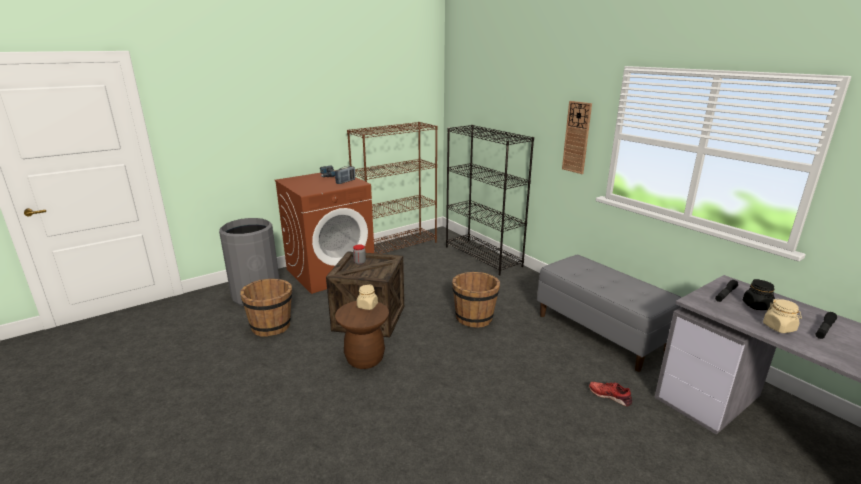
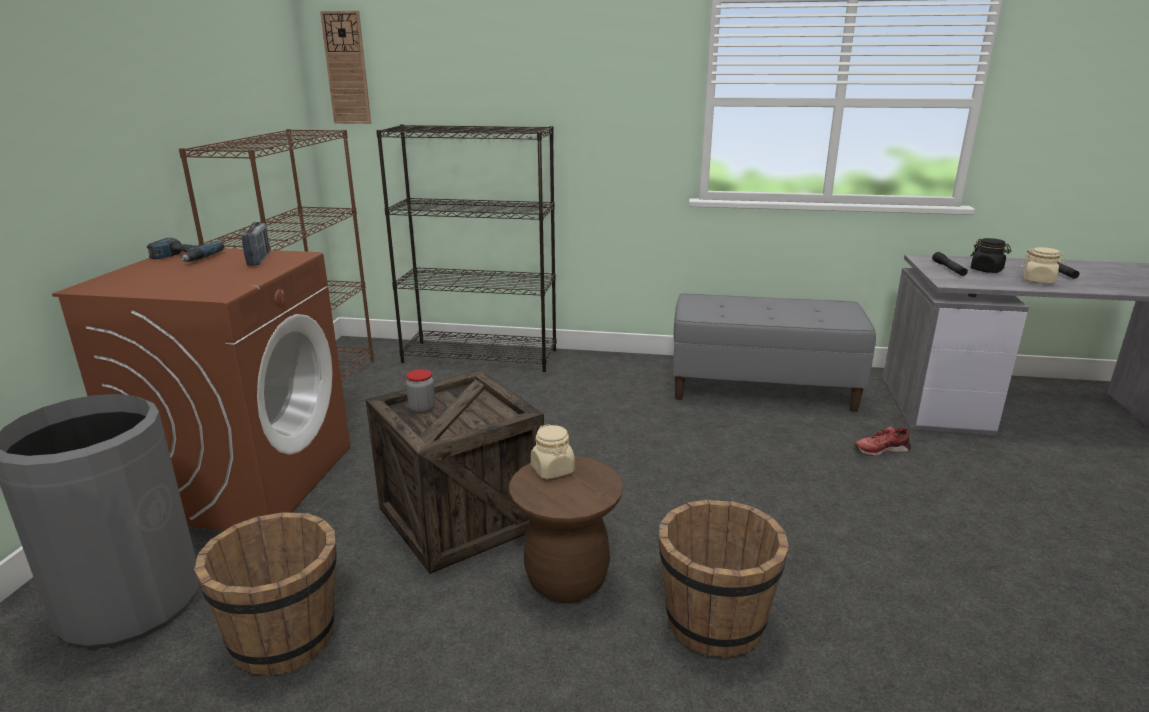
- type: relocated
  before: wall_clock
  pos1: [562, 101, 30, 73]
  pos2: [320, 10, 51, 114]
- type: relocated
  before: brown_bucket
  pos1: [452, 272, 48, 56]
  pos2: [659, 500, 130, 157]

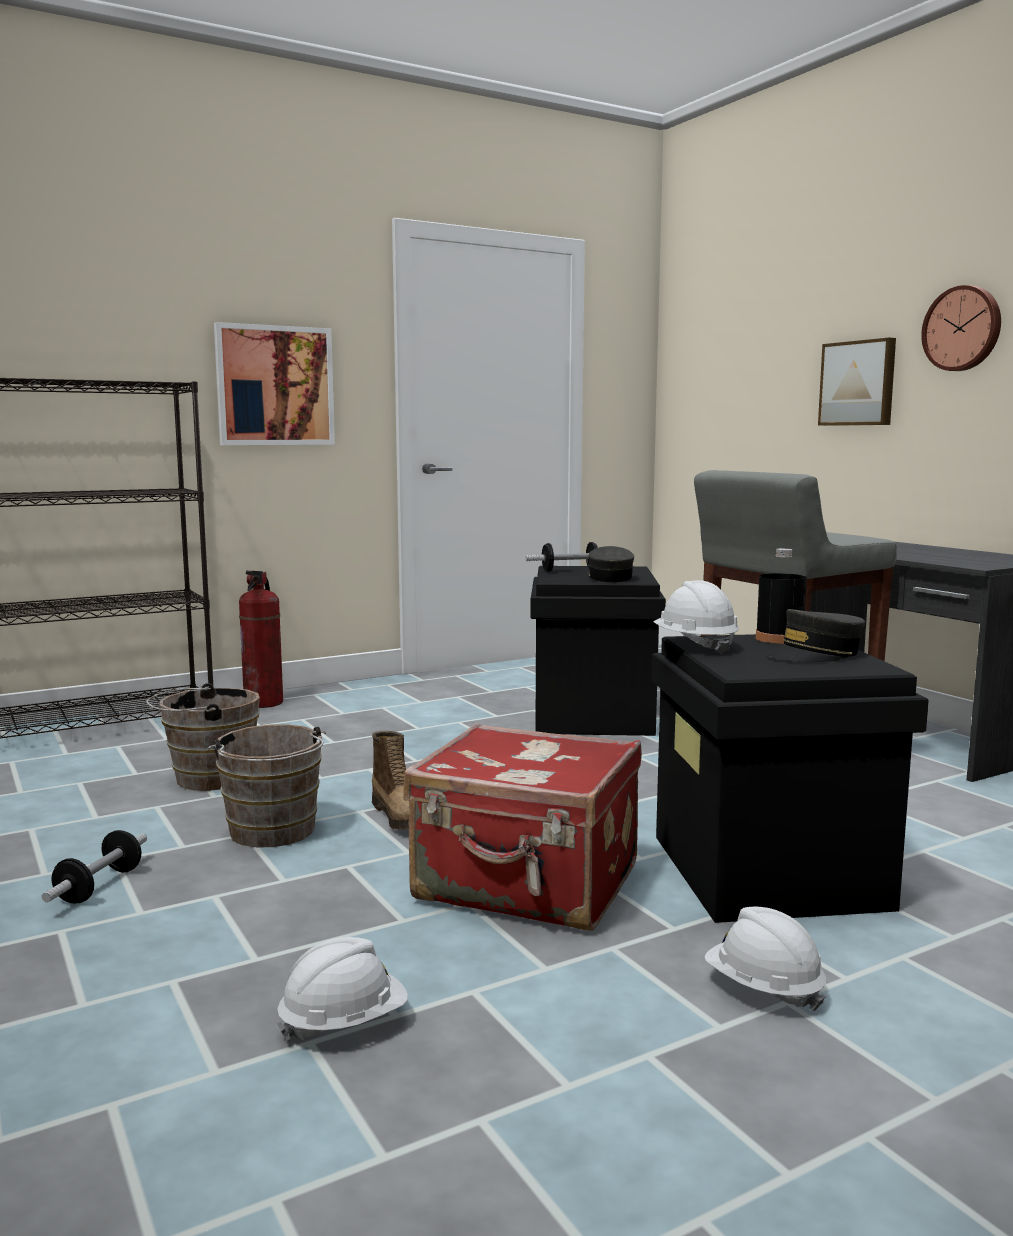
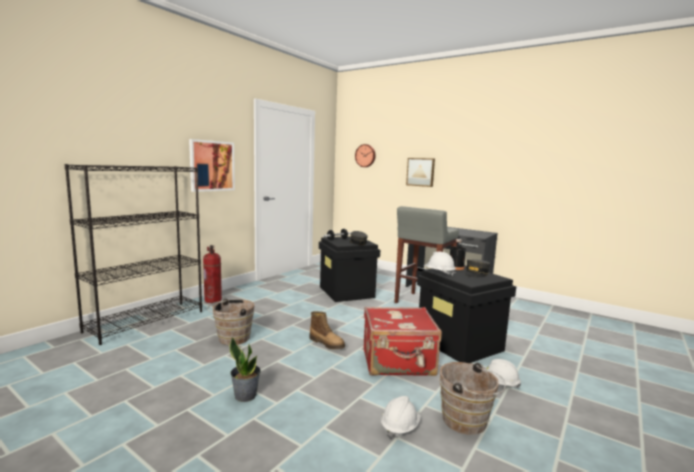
- type: relocated
  before: wall_clock
  pos1: [921, 285, 80, 86]
  pos2: [355, 144, 21, 23]
- type: relocated
  before: brown_bucket
  pos1: [208, 724, 118, 124]
  pos2: [439, 362, 67, 73]
- type: exchanged
  before: dumbbell
  after: plant_in_a_pot
  pos1: [42, 830, 105, 73]
  pos2: [229, 337, 32, 65]

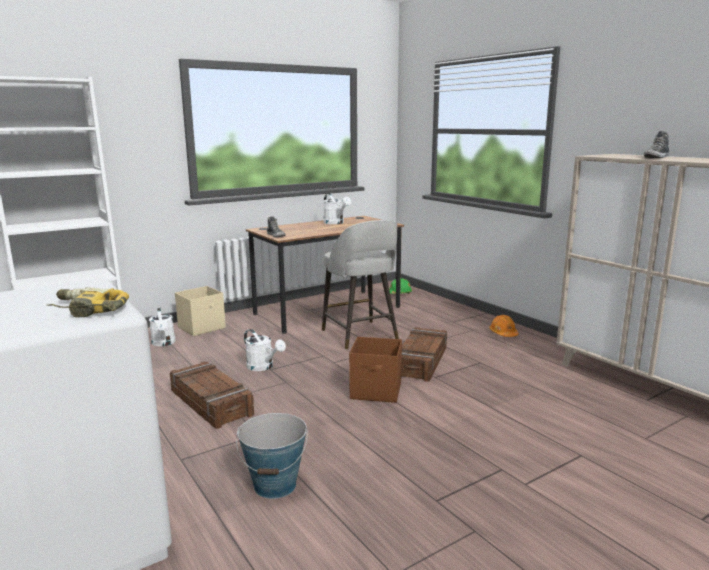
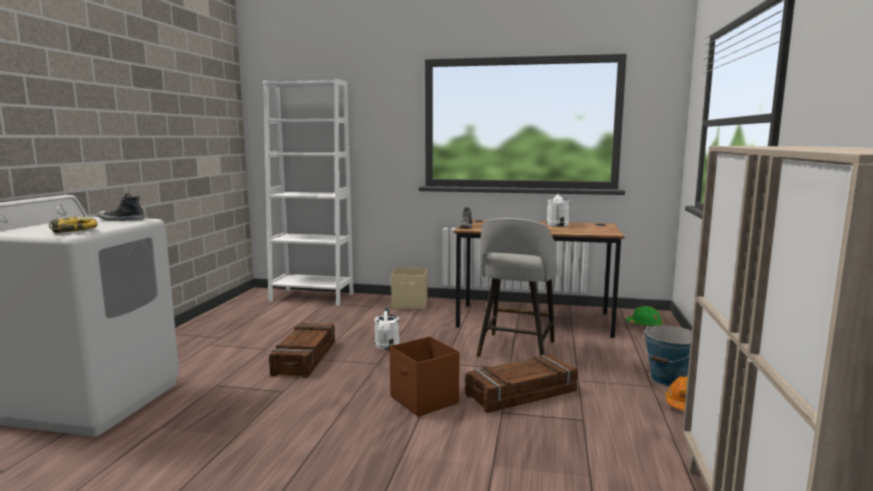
- type: relocated
  before: low_shoe
  pos1: [644, 131, 25, 27]
  pos2: [97, 193, 47, 28]
- type: missing
  before: white_watering_can
  pos1: [149, 308, 27, 38]
- type: relocated
  before: bucket
  pos1: [236, 413, 72, 86]
  pos2: [642, 326, 50, 60]

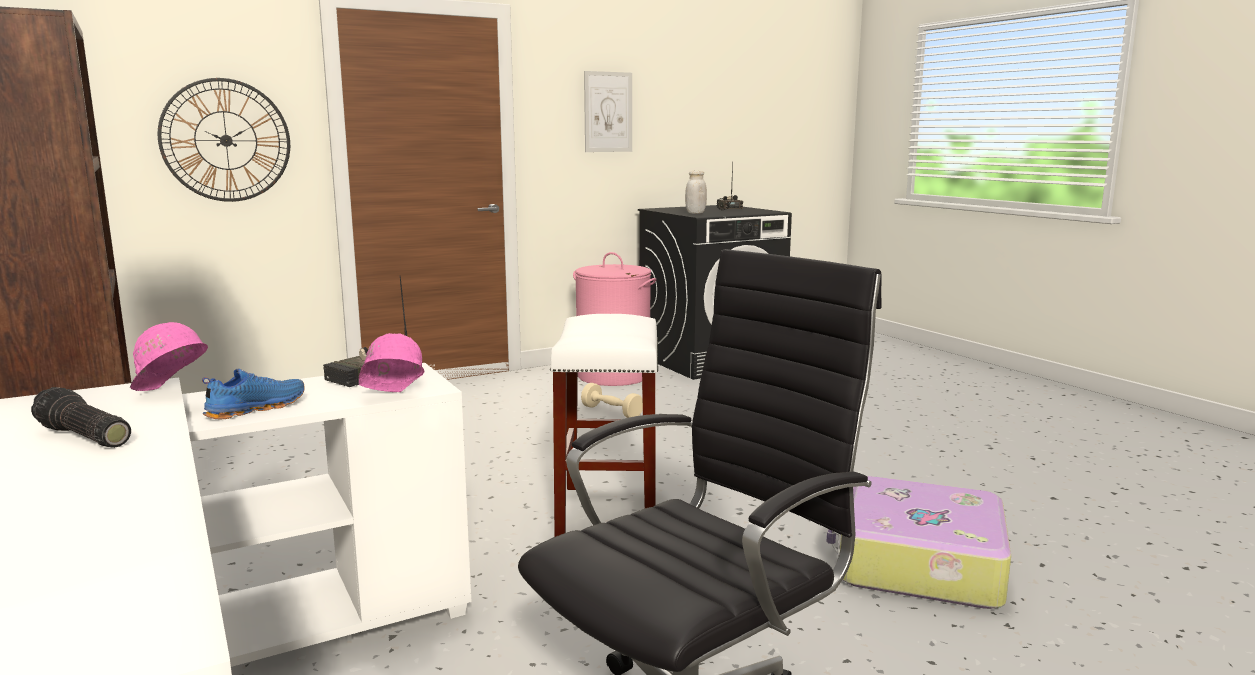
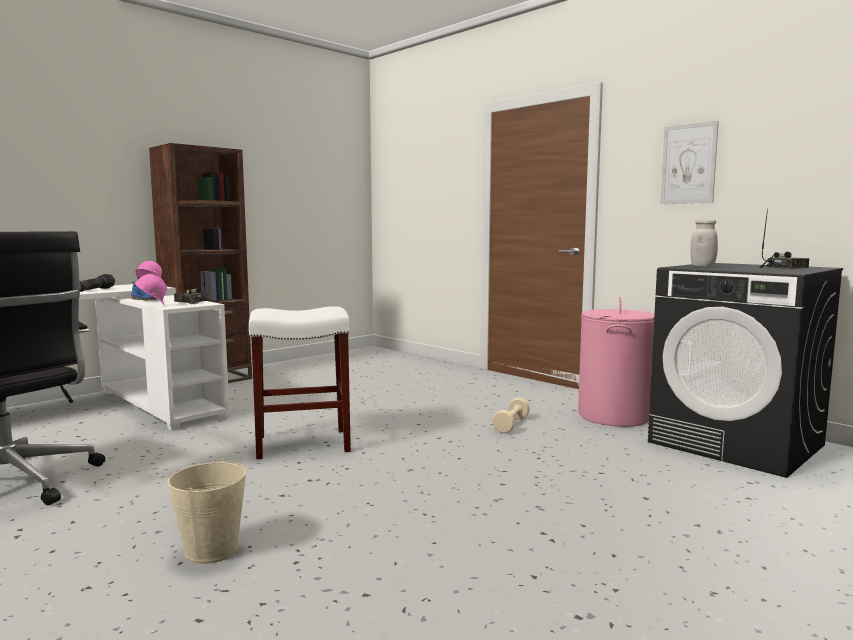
- type: missing
  before: wall_clock
  pos1: [158, 78, 132, 124]
- type: exchanged
  before: piece_of_luggage
  after: beige_bucket
  pos1: [827, 476, 184, 133]
  pos2: [167, 458, 80, 106]

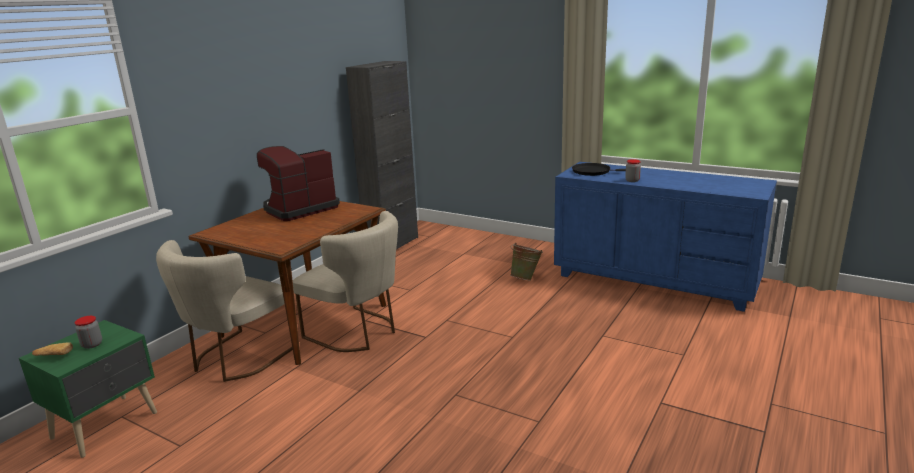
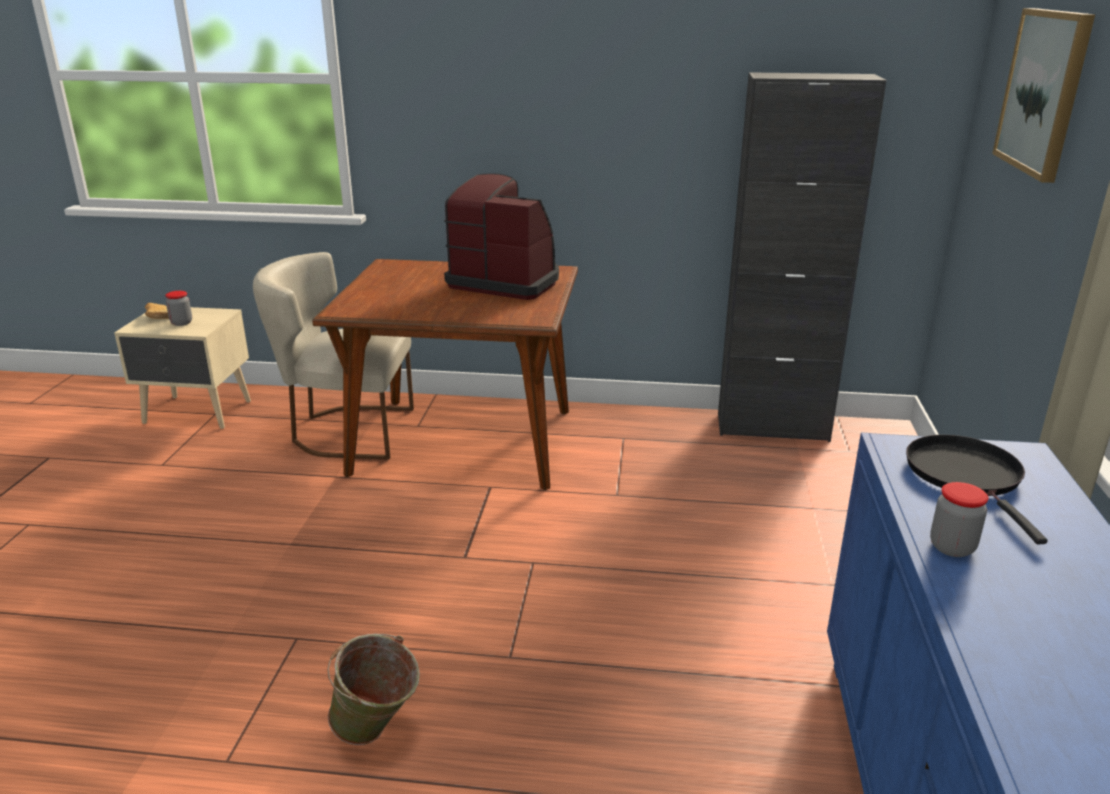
- type: missing
  before: beige_upright_chair
  pos1: [292, 211, 106, 141]
- type: relocated
  before: green_bucket
  pos1: [510, 243, 33, 38]
  pos2: [327, 634, 93, 111]
- type: colour
  before: green_nightstand
  after: beige_nightstand
  pos1: [19, 320, 138, 138]
  pos2: [114, 307, 137, 122]
- type: appeared
  after: picture
  pos2: [992, 8, 103, 175]

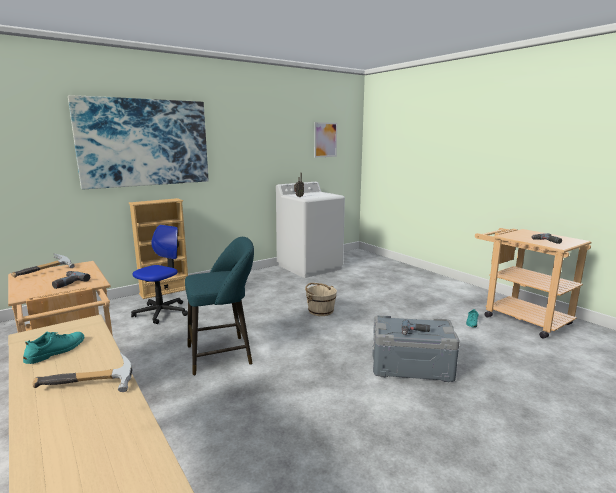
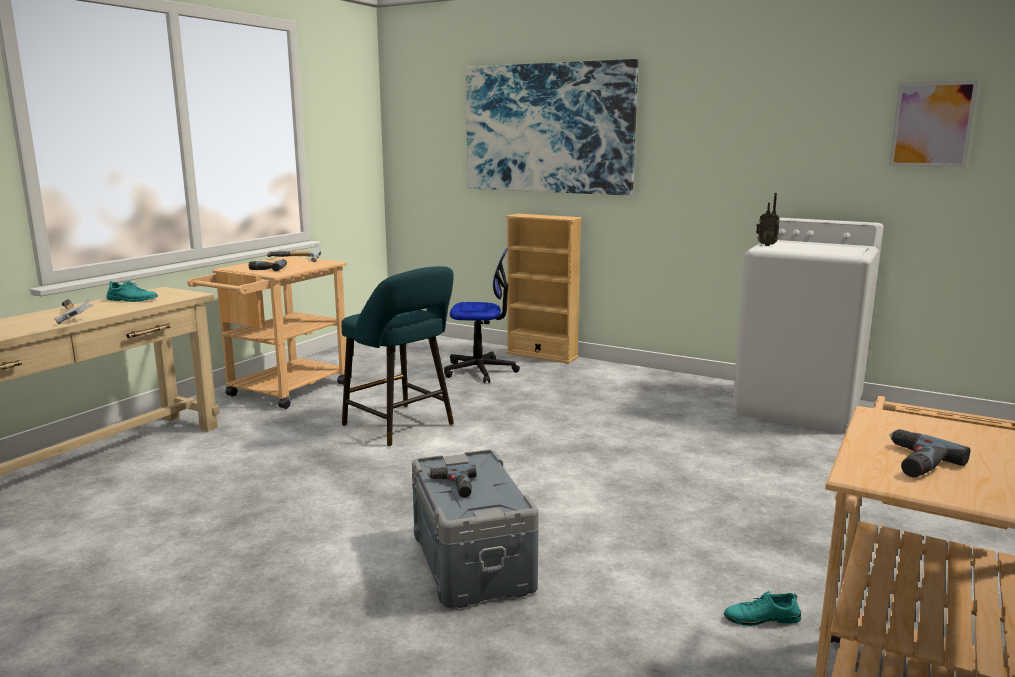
- type: missing
  before: beige_bucket
  pos1: [305, 283, 32, 33]

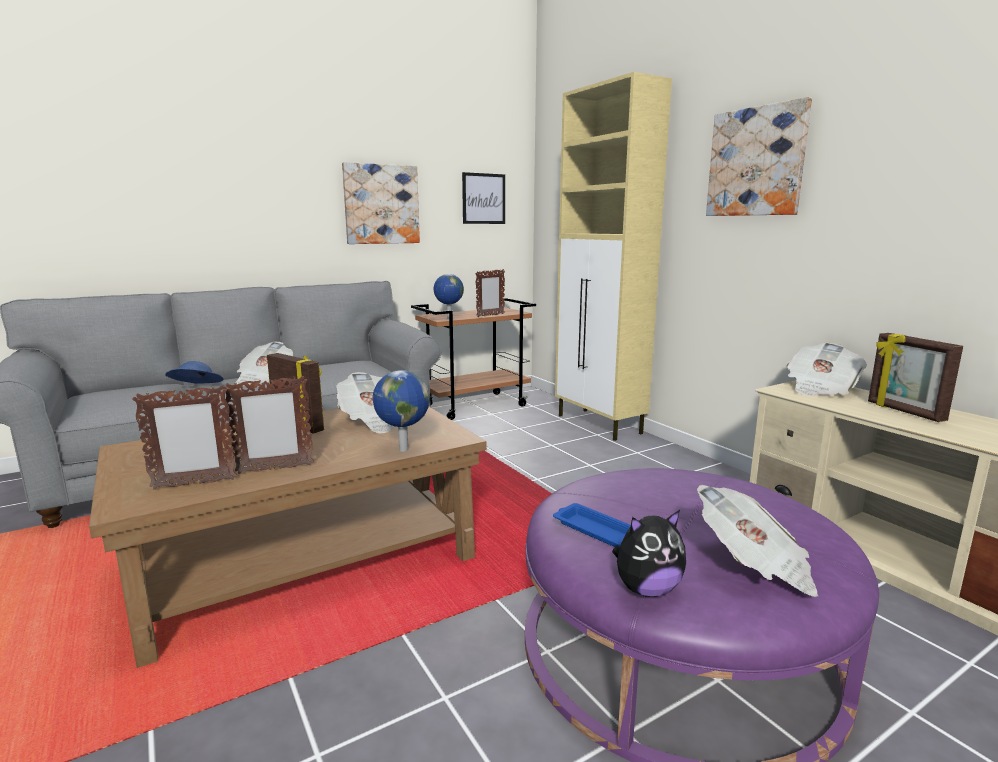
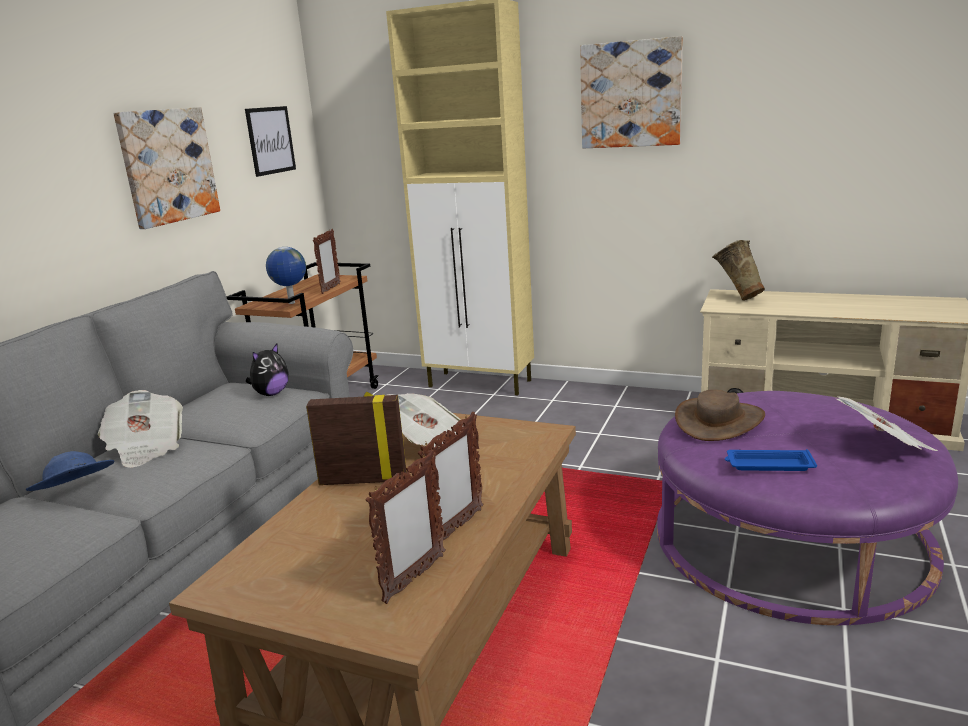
- type: missing
  before: photo_frame
  pos1: [868, 333, 95, 89]
- type: exchanged
  before: printed_paper
  after: beige_flower_vase
  pos1: [787, 342, 80, 54]
  pos2: [712, 240, 53, 61]
- type: missing
  before: desk_globe
  pos1: [373, 370, 57, 82]
- type: relocated
  before: soft_toy
  pos1: [612, 510, 74, 87]
  pos2: [246, 344, 42, 52]
- type: appeared
  after: brown_wearable_hat
  pos2: [675, 389, 90, 52]

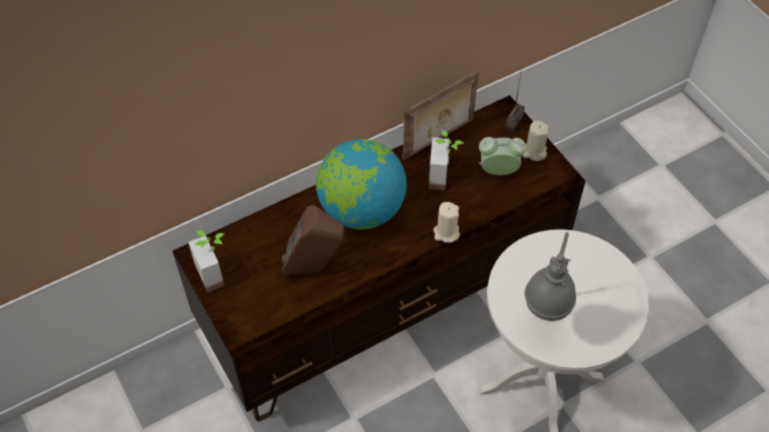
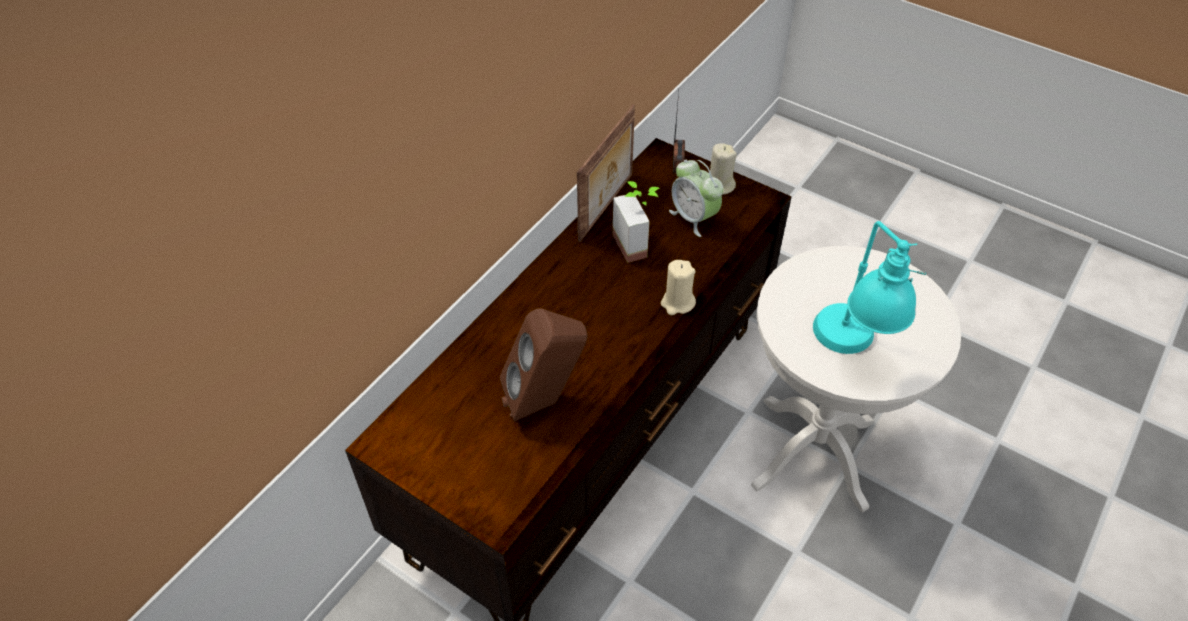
- type: spun
  before: bedside_clock
  pos1: [479, 137, 47, 38]
  pos2: [669, 160, 55, 77]
  turn: -105
- type: missing
  before: desk_globe
  pos1: [316, 139, 91, 90]
- type: missing
  before: plant_in_a_pot
  pos1: [188, 231, 36, 62]
- type: colour
  before: gray_tabletop_lamp
  after: turquoise-coloured_tabletop_lamp
  pos1: [525, 232, 51, 89]
  pos2: [813, 221, 113, 133]

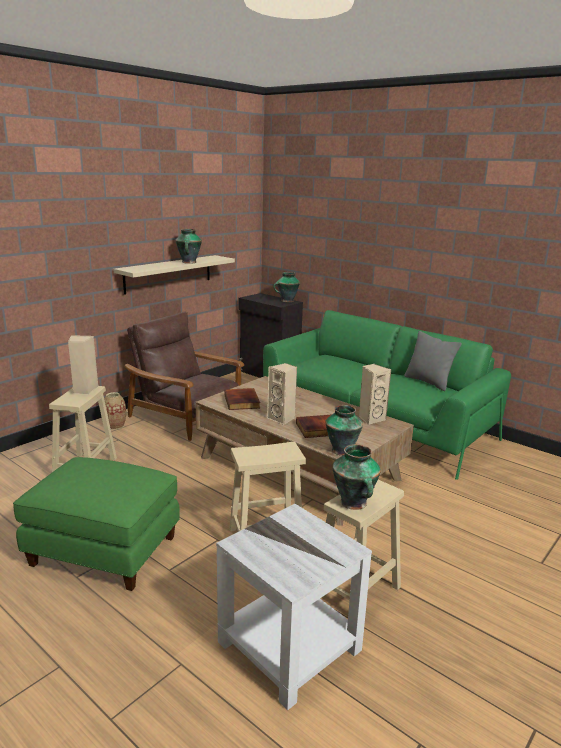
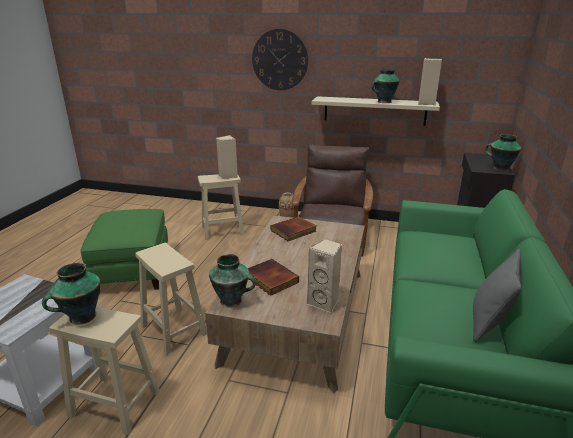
- type: relocated
  before: beige_loudspeaker
  pos1: [267, 363, 30, 62]
  pos2: [418, 58, 24, 47]
- type: appeared
  after: wall_clock
  pos2: [252, 29, 56, 61]

